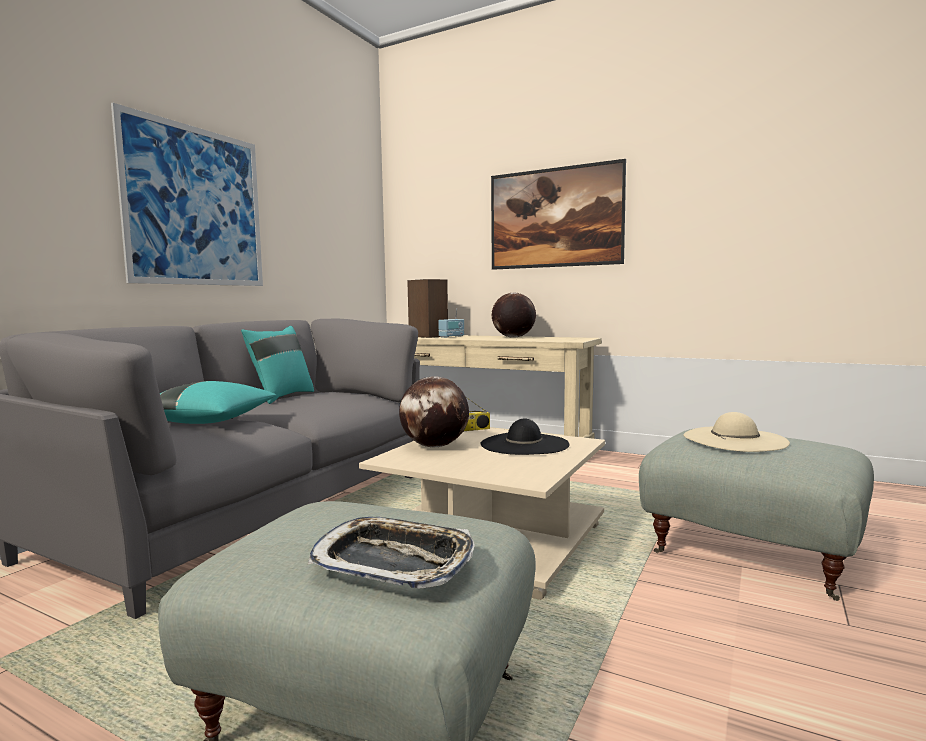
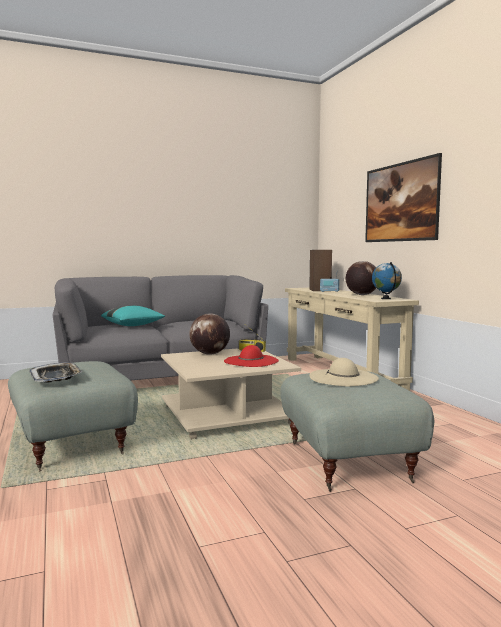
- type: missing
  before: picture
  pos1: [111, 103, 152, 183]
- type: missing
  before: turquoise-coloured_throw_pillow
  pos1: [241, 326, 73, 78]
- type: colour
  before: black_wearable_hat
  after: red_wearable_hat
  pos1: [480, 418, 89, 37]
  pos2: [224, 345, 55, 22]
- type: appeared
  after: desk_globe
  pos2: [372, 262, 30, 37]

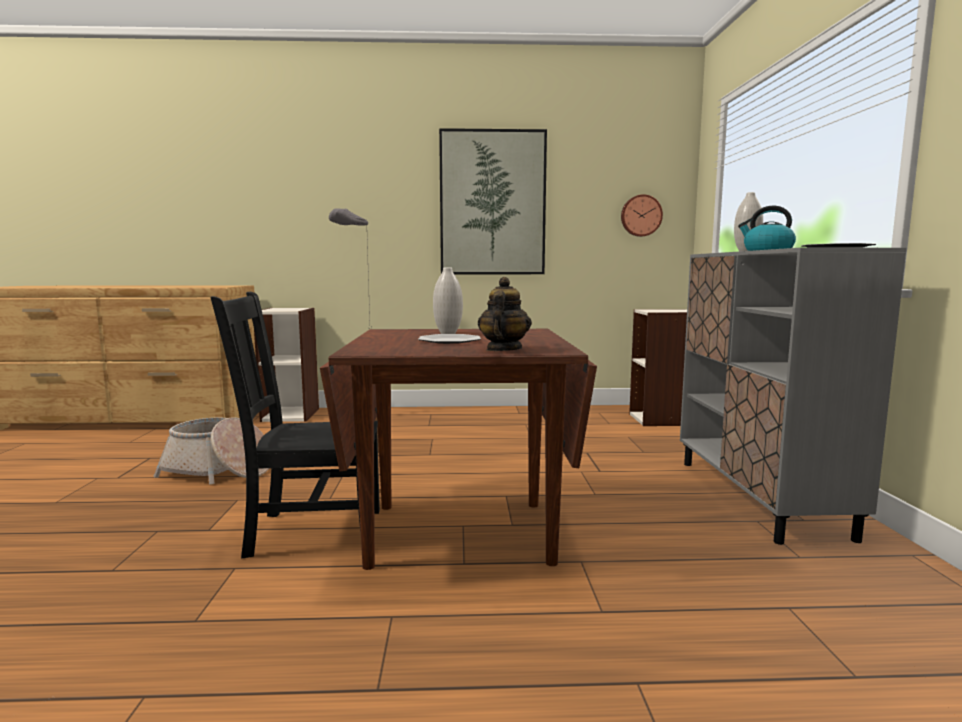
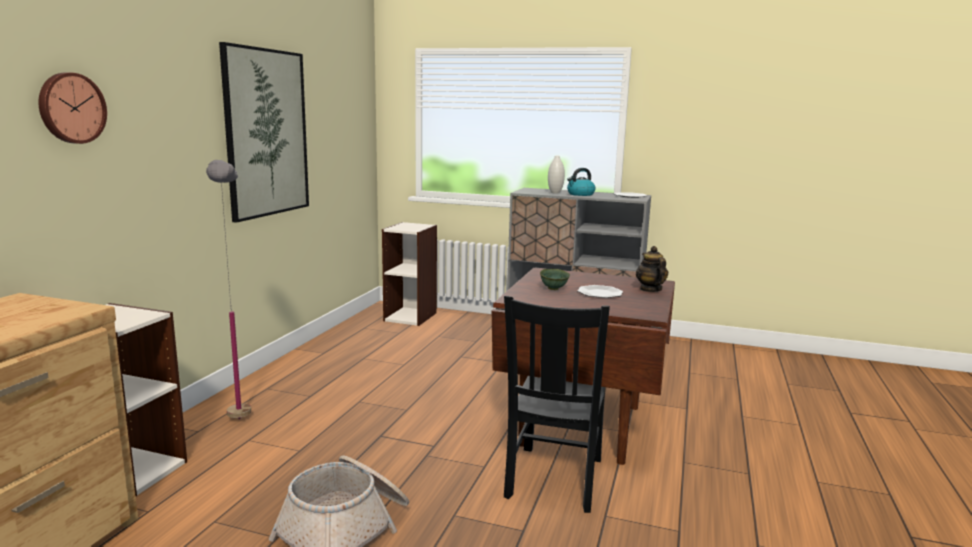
- type: relocated
  before: wall_clock
  pos1: [621, 194, 42, 43]
  pos2: [39, 72, 68, 72]
- type: exchanged
  before: white_flower_vase
  after: green_deep_dish
  pos1: [433, 268, 30, 66]
  pos2: [540, 269, 30, 21]
- type: spun
  before: pot_for_tea
  pos1: [478, 277, 54, 74]
  pos2: [636, 246, 32, 46]
  turn: 45

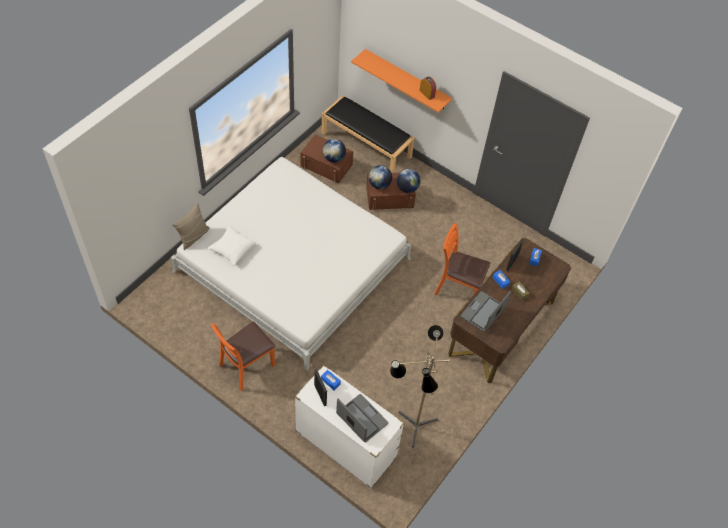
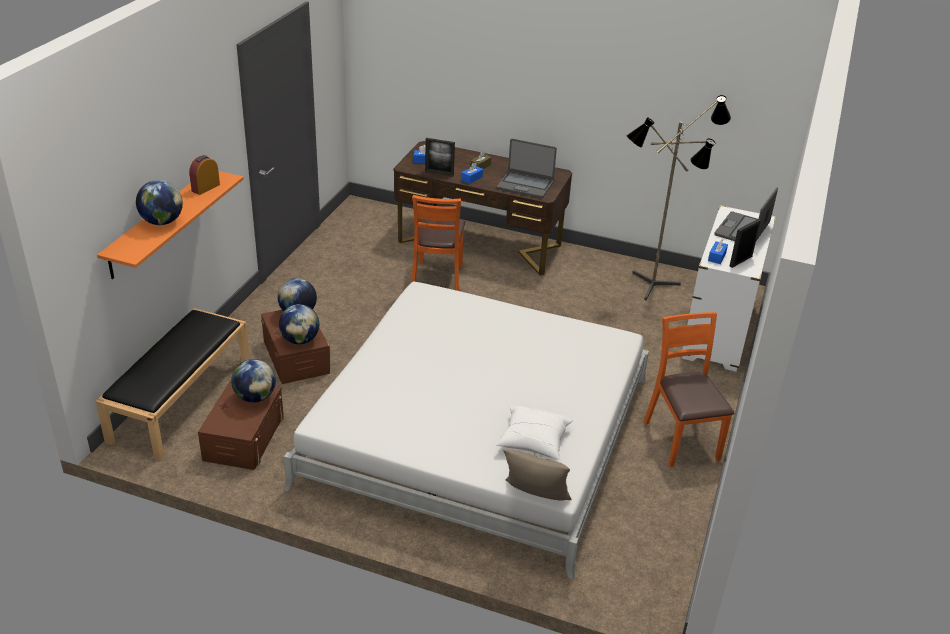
- type: spun
  before: orange_upright_chair
  pos1: [211, 321, 64, 70]
  pos2: [643, 312, 91, 155]
  turn: -135
- type: appeared
  after: desk_globe
  pos2: [136, 180, 47, 45]

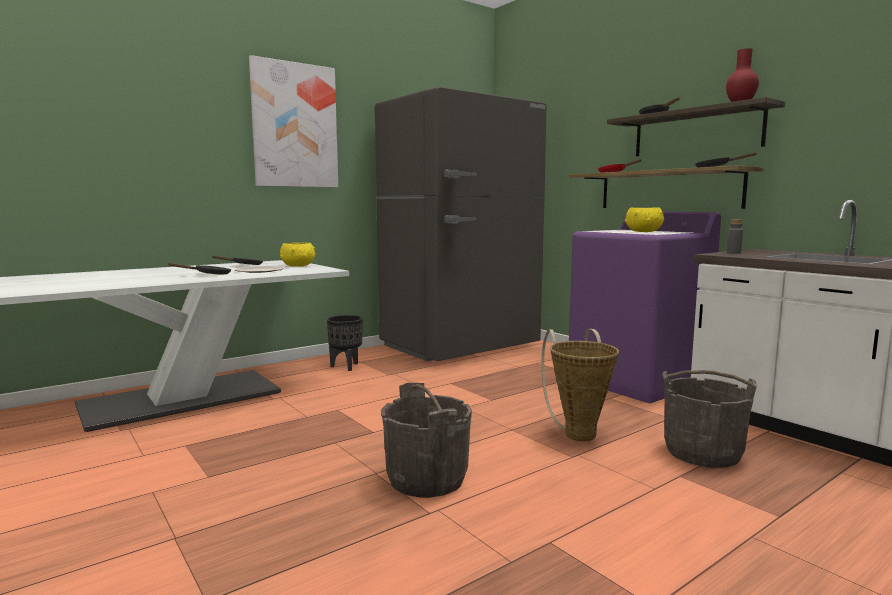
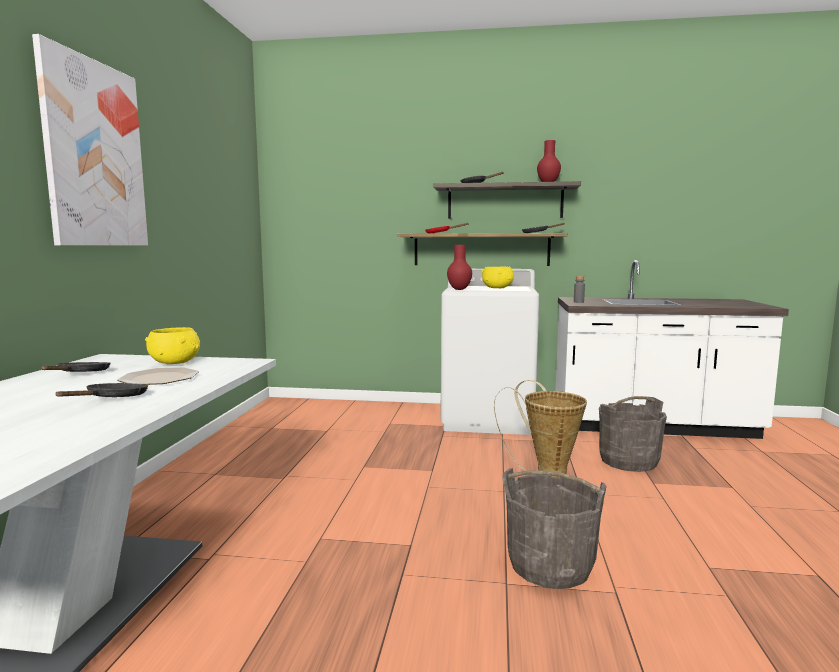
- type: missing
  before: gray_fridge
  pos1: [375, 87, 171, 274]
- type: colour
  before: purple_laundry_machine
  after: white_laundry_machine
  pos1: [569, 212, 152, 191]
  pos2: [440, 269, 100, 166]
- type: missing
  before: black_plant_pot
  pos1: [327, 315, 36, 56]
- type: appeared
  after: red_flower_vase
  pos2: [447, 245, 25, 45]

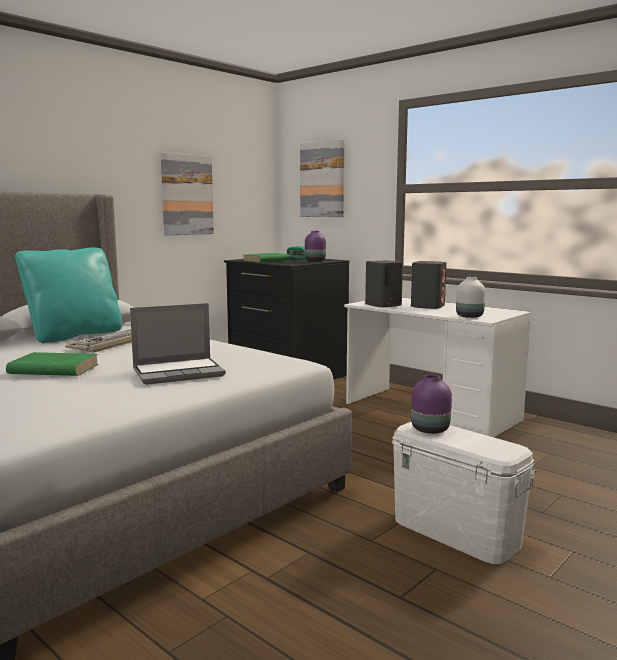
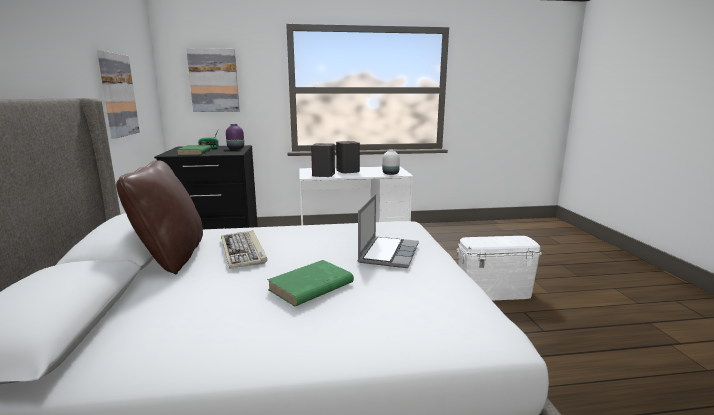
- type: colour
  before: turquoise-coloured_throw_pillow
  after: brown_throw_pillow
  pos1: [15, 247, 107, 96]
  pos2: [116, 160, 87, 114]
- type: missing
  before: purple_flower_vase
  pos1: [411, 375, 41, 59]

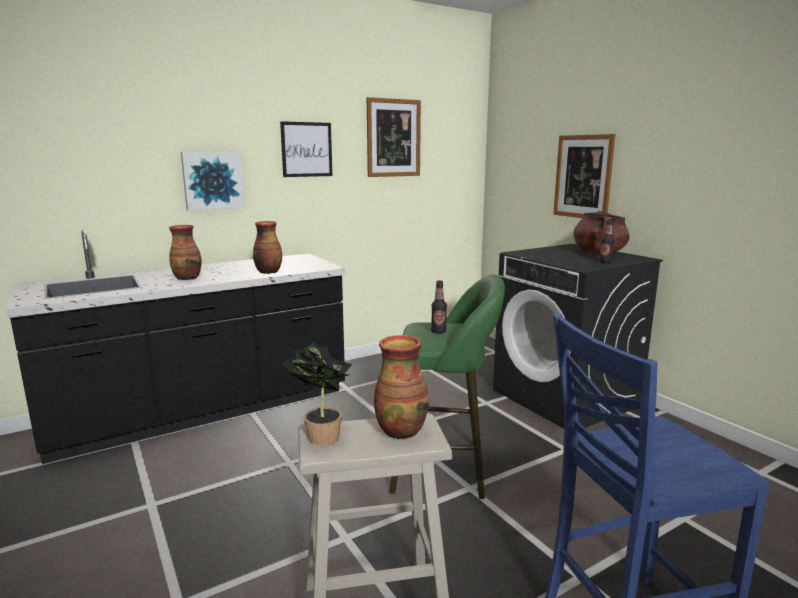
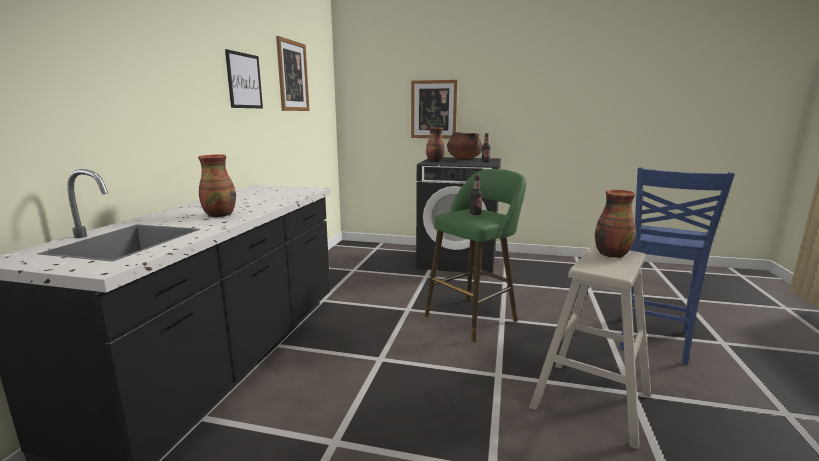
- type: missing
  before: picture
  pos1: [181, 152, 63, 59]
- type: relocated
  before: flower_vase
  pos1: [253, 221, 29, 53]
  pos2: [426, 127, 19, 35]
- type: missing
  before: plant_in_a_pot
  pos1: [282, 341, 71, 104]

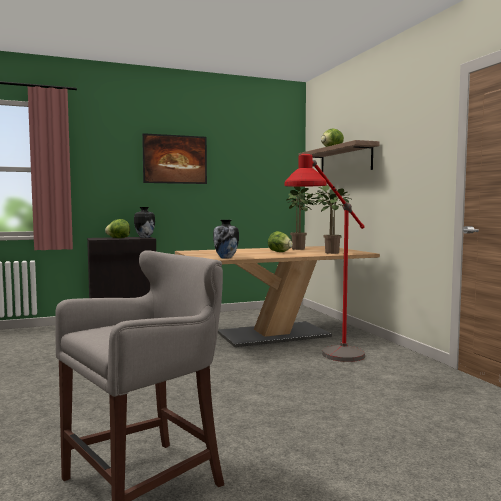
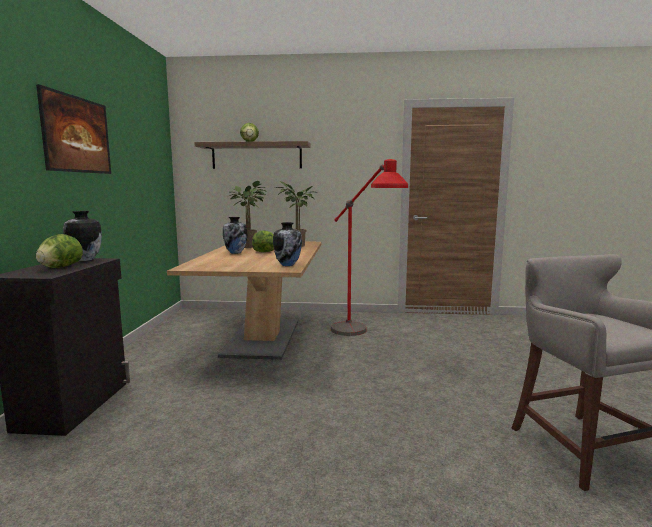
- type: appeared
  after: flower_vase
  pos2: [223, 217, 24, 37]

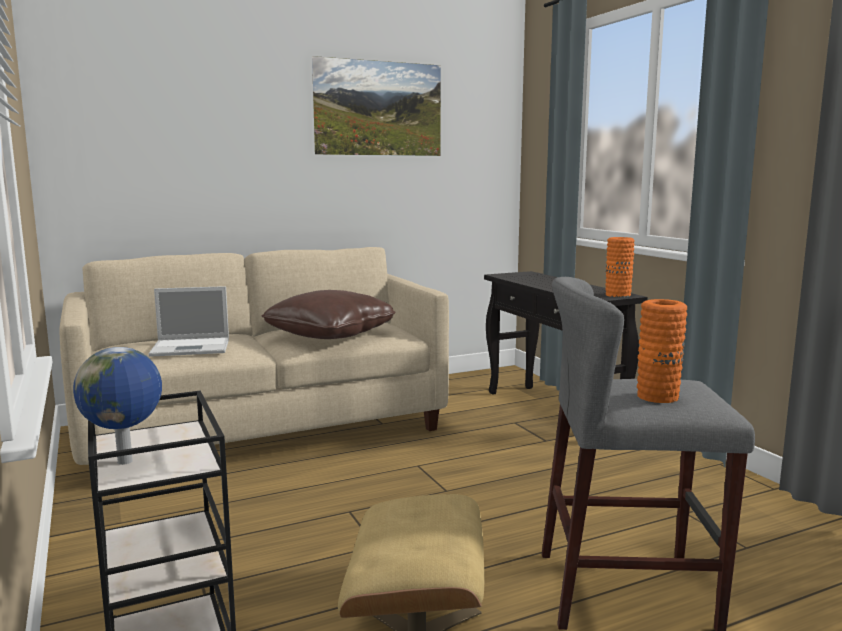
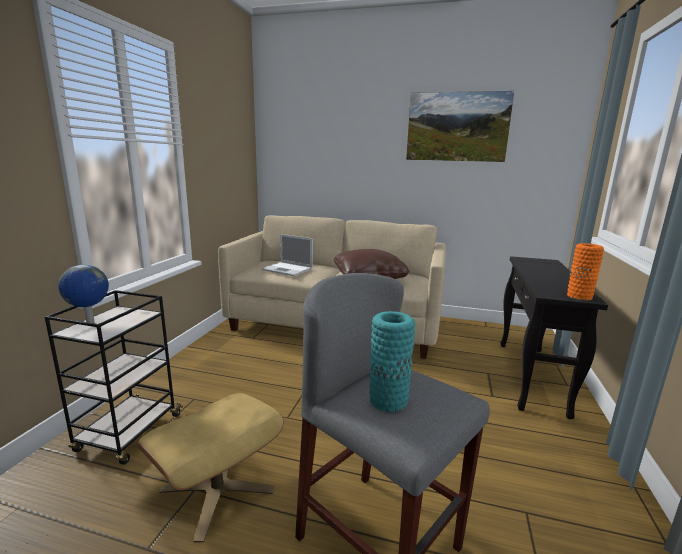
- type: colour
  before: orange_flower_vase
  after: turquoise-coloured_flower_vase
  pos1: [637, 299, 50, 104]
  pos2: [369, 311, 46, 101]

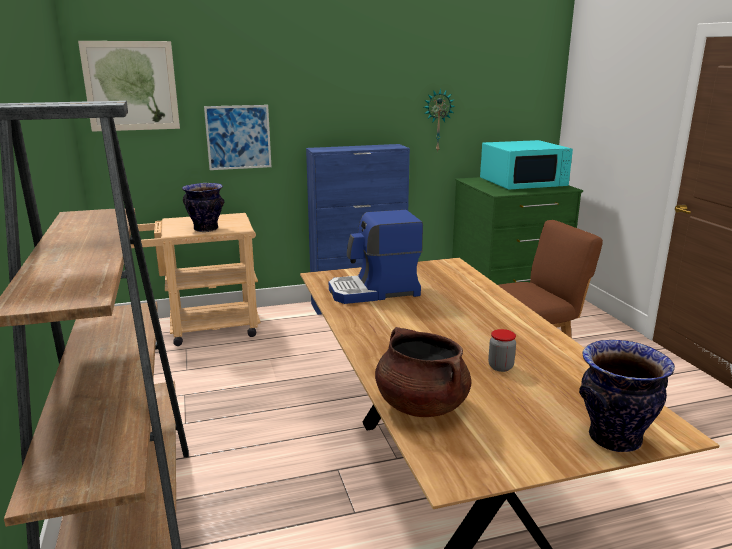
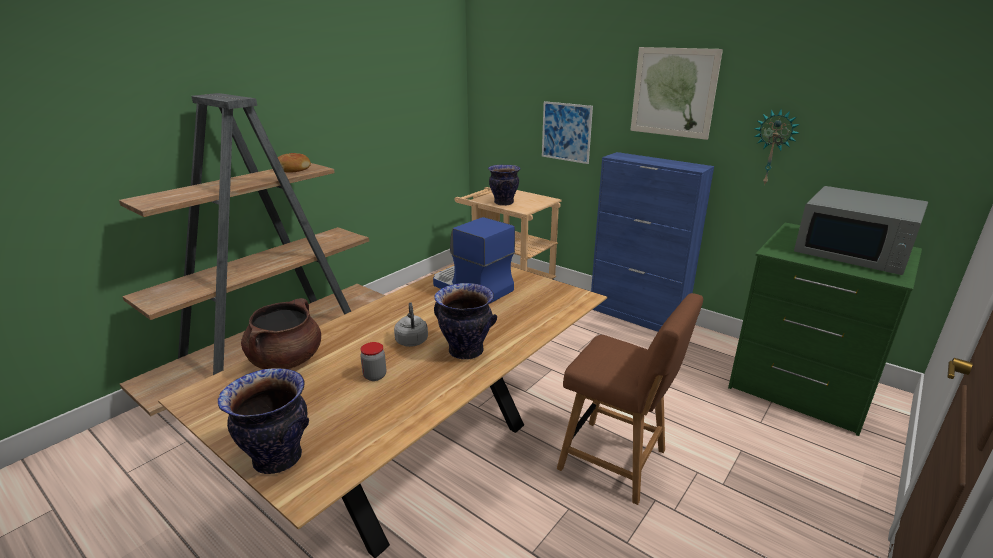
- type: relocated
  before: picture
  pos1: [78, 41, 102, 91]
  pos2: [631, 47, 92, 93]
- type: colour
  before: turquoise-coloured_kitchen_microwave
  after: gray_kitchen_microwave
  pos1: [480, 140, 93, 50]
  pos2: [794, 186, 134, 89]
- type: appeared
  after: baked_bread
  pos2: [278, 153, 33, 19]
- type: appeared
  after: flower_vase
  pos2: [434, 283, 63, 77]
- type: appeared
  after: gray_tea_kettle
  pos2: [394, 302, 34, 45]

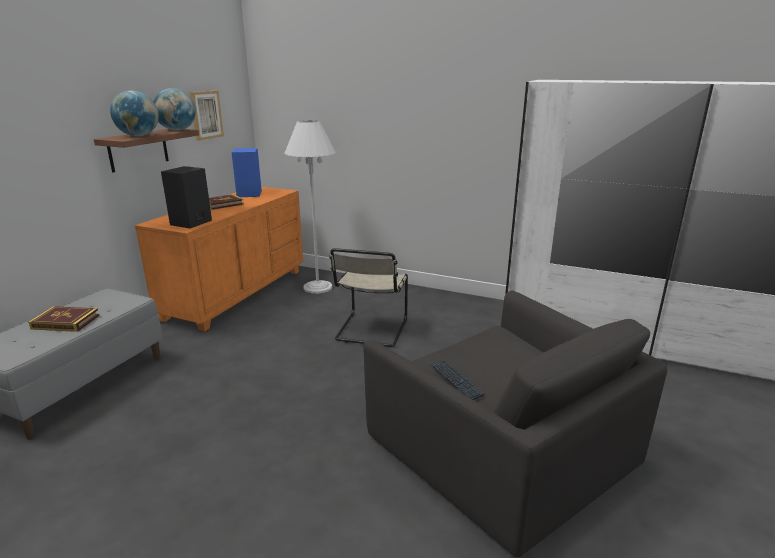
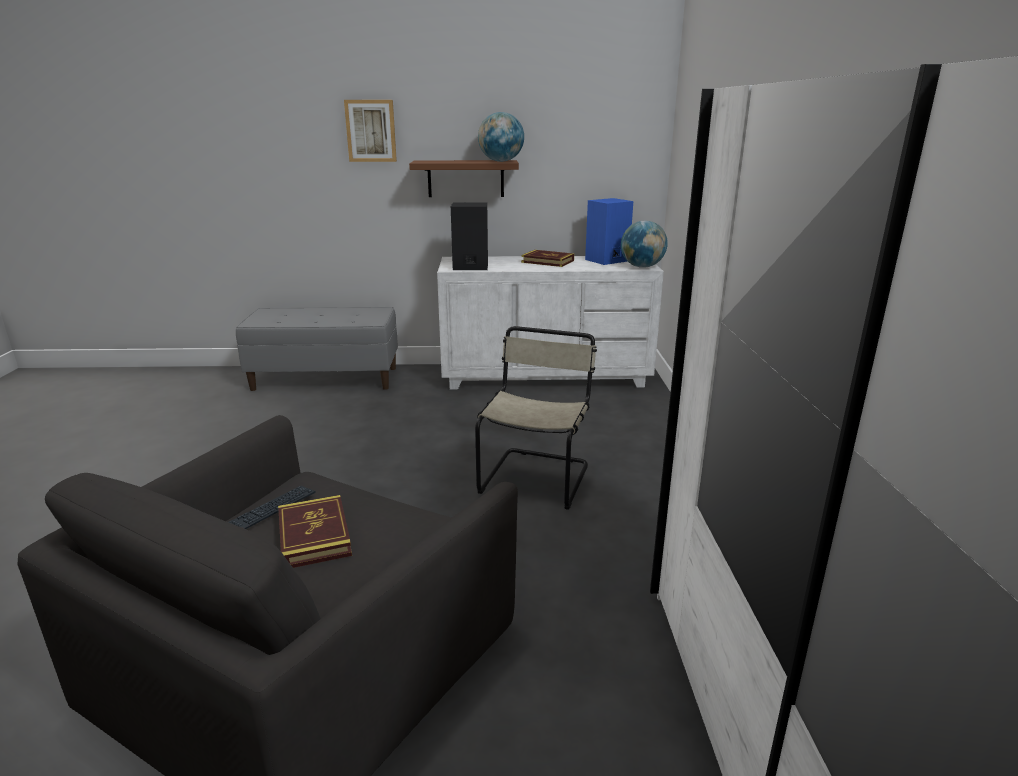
- type: relocated
  before: desk_globe
  pos1: [110, 90, 49, 46]
  pos2: [621, 221, 47, 47]
- type: relocated
  before: picture
  pos1: [190, 91, 34, 50]
  pos2: [344, 100, 53, 62]
- type: missing
  before: white_floor_lamp
  pos1: [284, 120, 52, 174]
- type: colour
  before: orange_dresser
  after: white_dresser
  pos1: [135, 187, 168, 145]
  pos2: [437, 256, 227, 134]
- type: spun
  before: beige_upright_chair
  pos1: [329, 248, 79, 99]
  pos2: [475, 326, 122, 184]
  turn: 120
- type: relocated
  before: bound_book
  pos1: [28, 306, 71, 26]
  pos2: [278, 495, 74, 73]

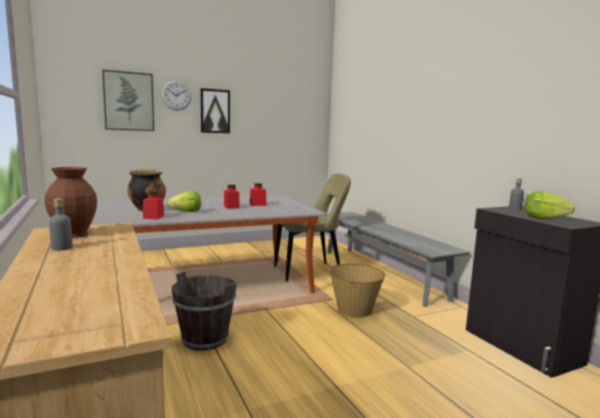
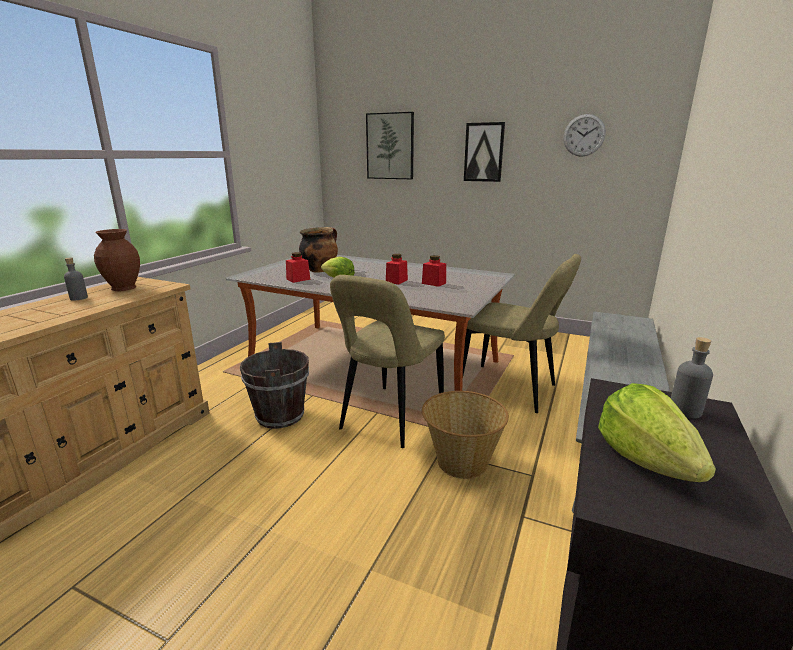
- type: relocated
  before: wall_clock
  pos1: [161, 81, 30, 30]
  pos2: [563, 114, 43, 43]
- type: appeared
  after: beige_upright_chair
  pos2: [330, 275, 115, 173]

